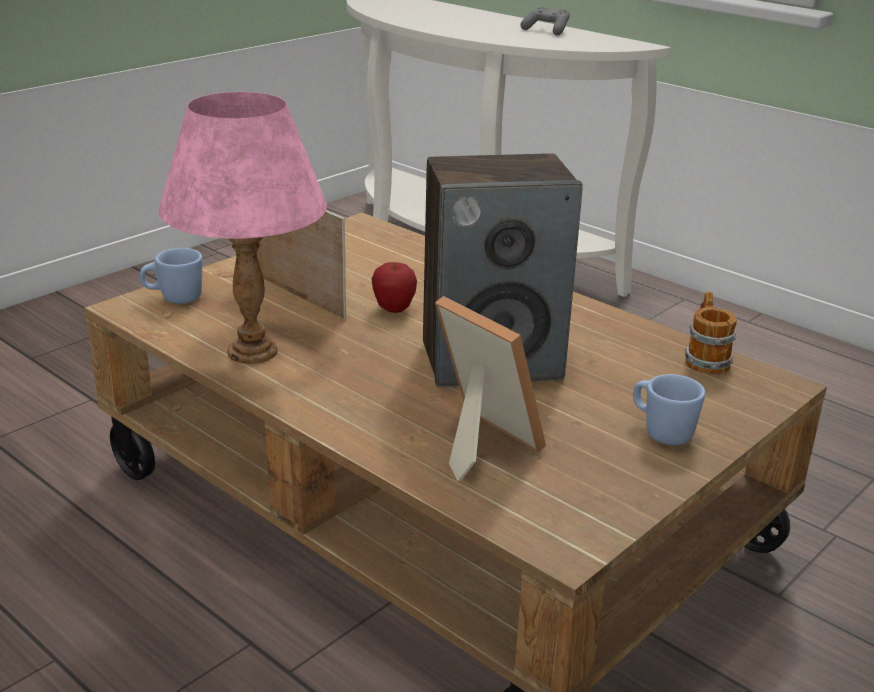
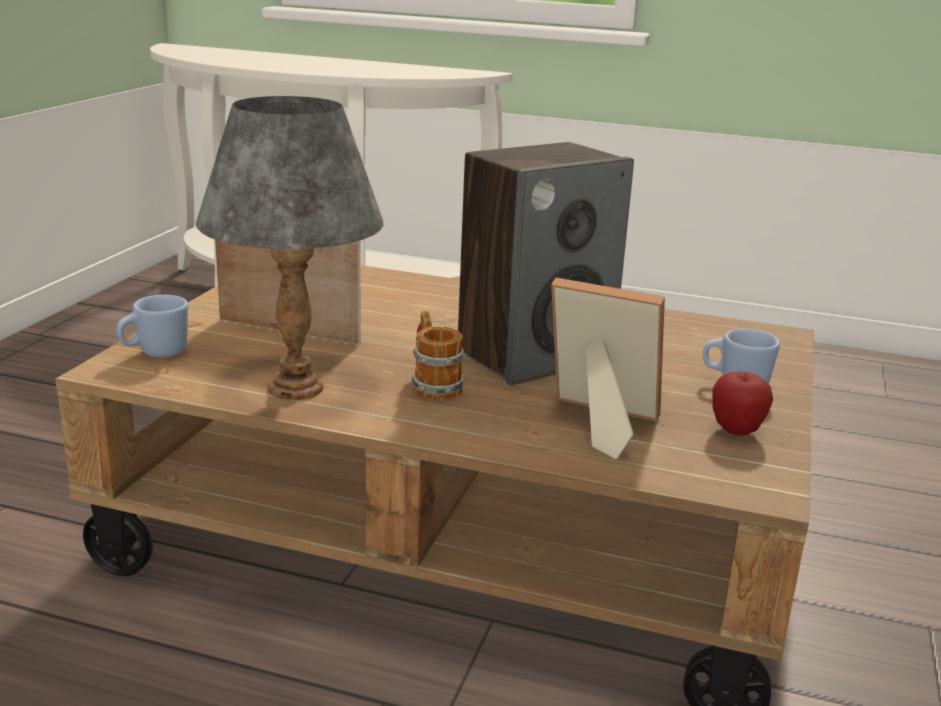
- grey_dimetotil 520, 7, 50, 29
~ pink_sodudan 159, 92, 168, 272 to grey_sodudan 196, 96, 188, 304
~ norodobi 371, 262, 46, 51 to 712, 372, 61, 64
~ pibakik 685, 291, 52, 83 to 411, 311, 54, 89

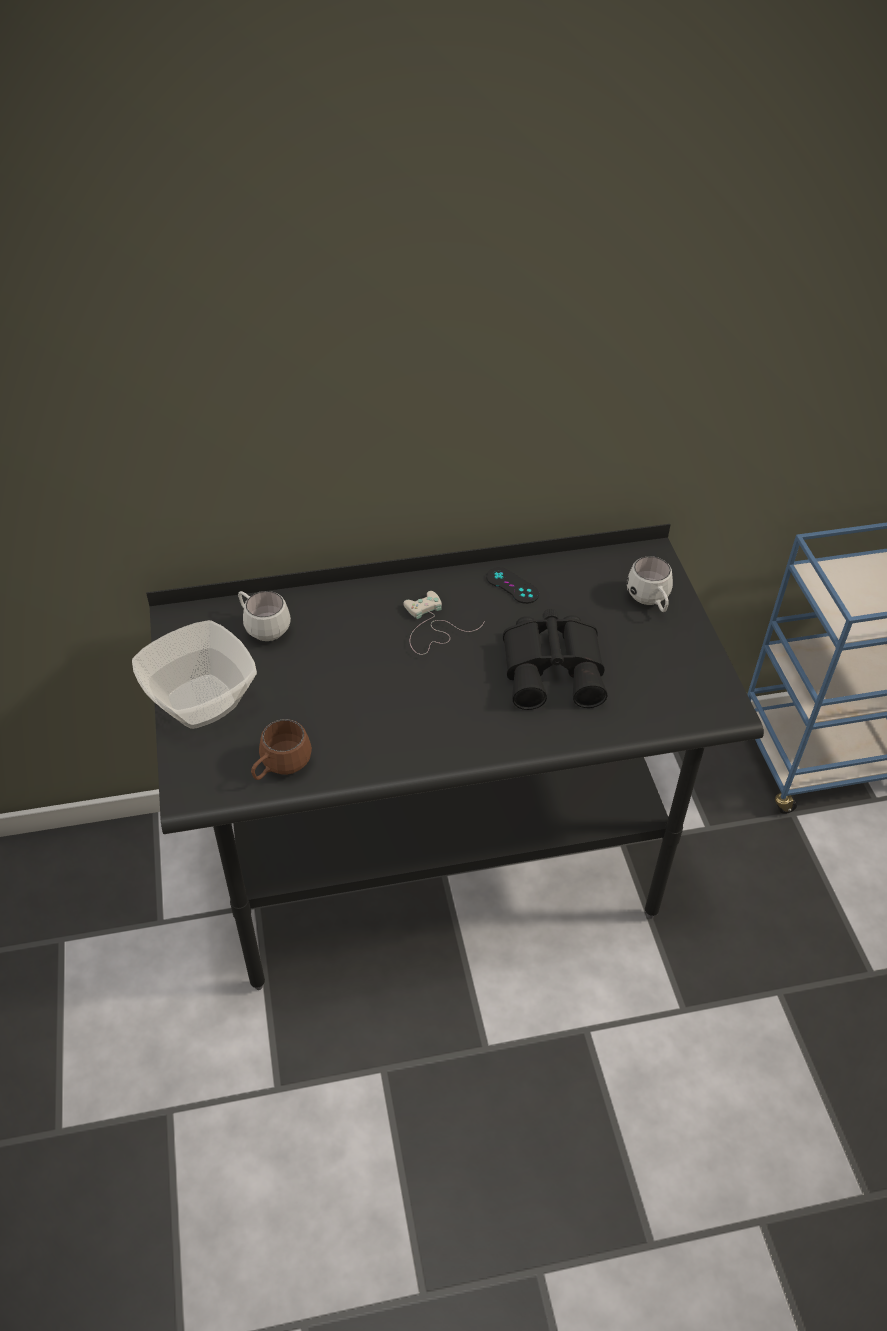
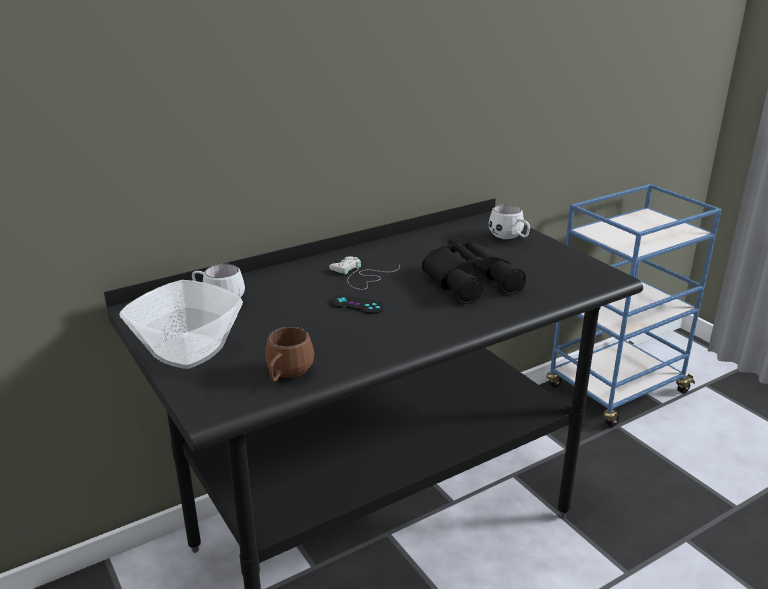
~ black_dimetotil 486, 567, 53, 37 to 330, 295, 55, 19

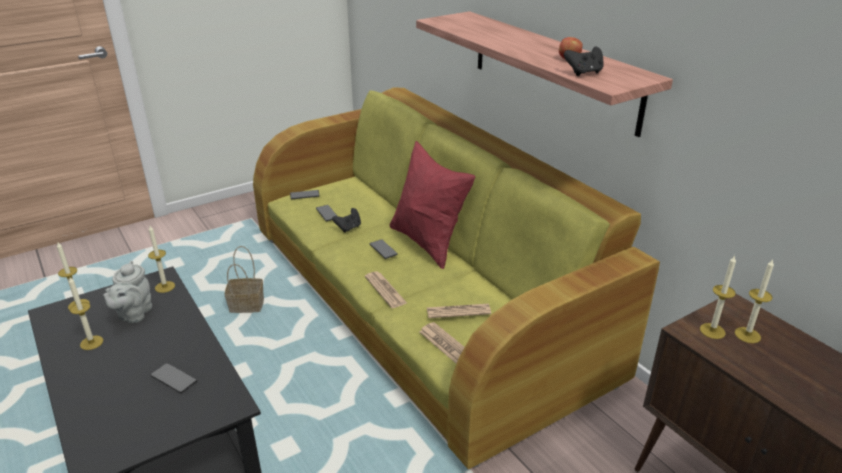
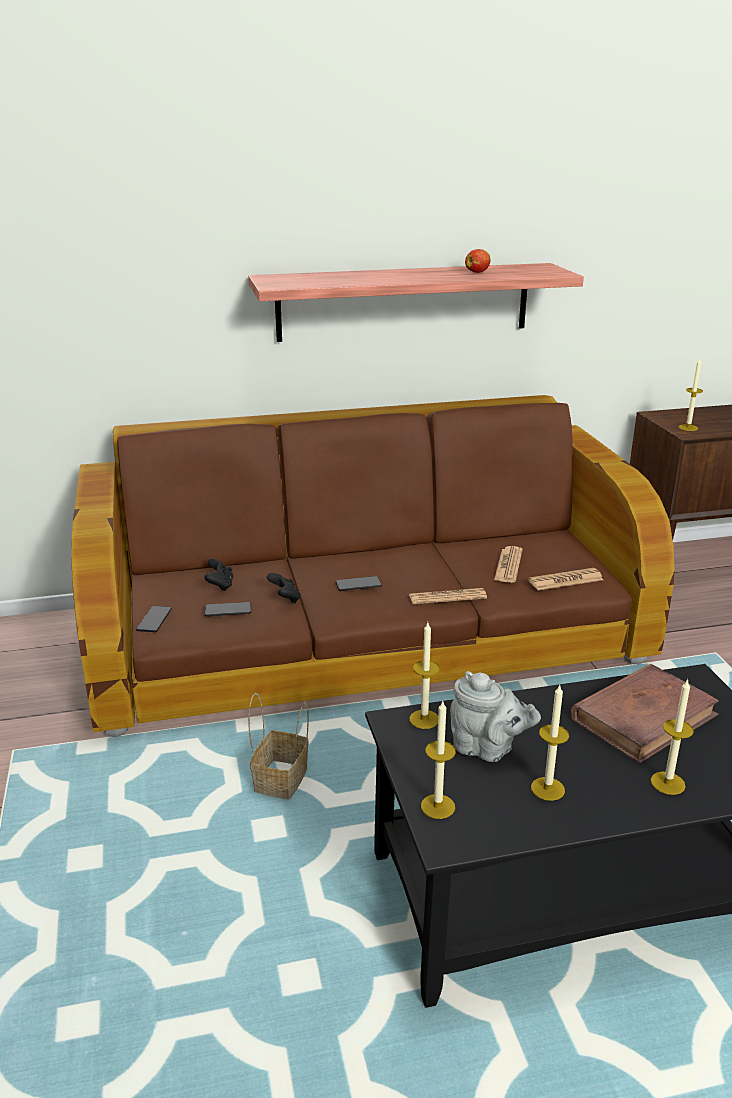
~ black_dimetotil 564, 46, 40, 30 to 204, 558, 29, 33
~ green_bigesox 253, 87, 407, 383 to brown_bigesox 72, 395, 603, 342
- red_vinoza 390, 141, 85, 128
~ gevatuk 734, 259, 40, 84 to 651, 679, 43, 116
~ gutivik 150, 363, 47, 30 to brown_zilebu 571, 664, 148, 99

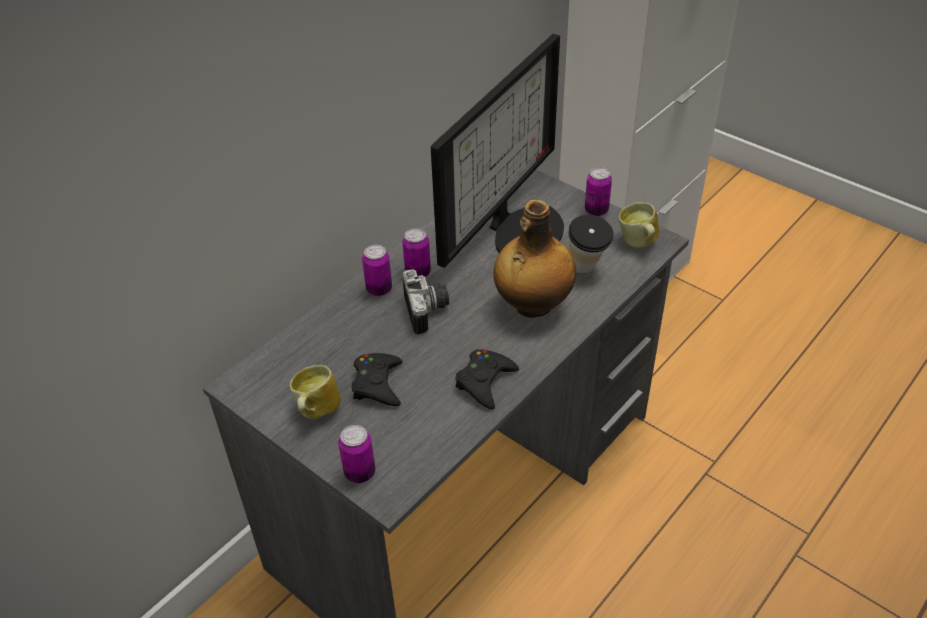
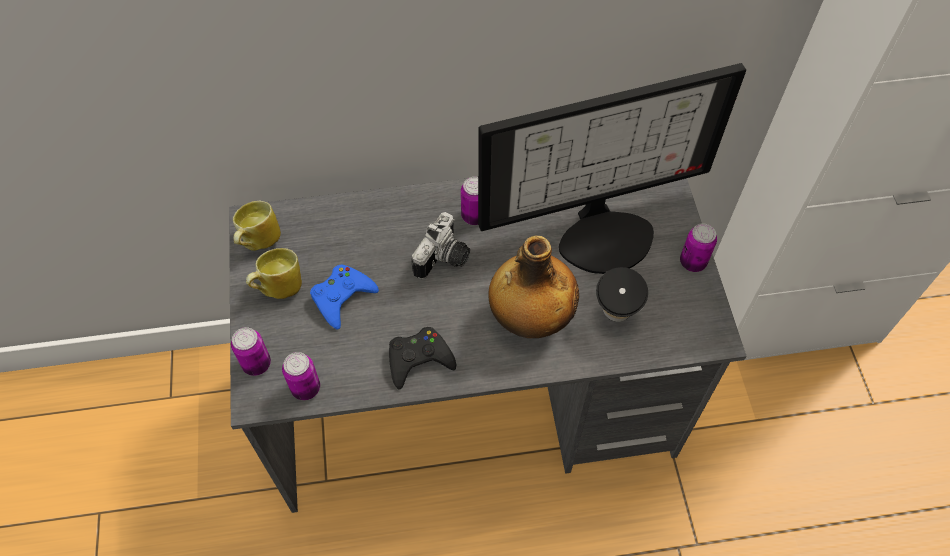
~ pibakik 618, 202, 41, 46 to 233, 201, 48, 50
~ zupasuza 362, 245, 30, 51 to 282, 352, 38, 48
~ black_dimetotil 351, 353, 52, 53 to blue_dimetotil 310, 265, 69, 65

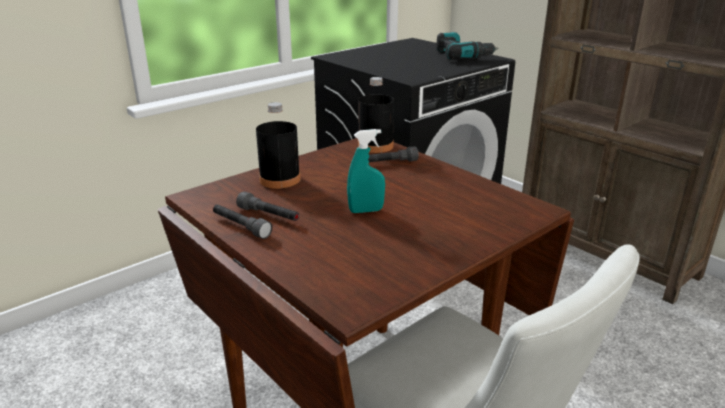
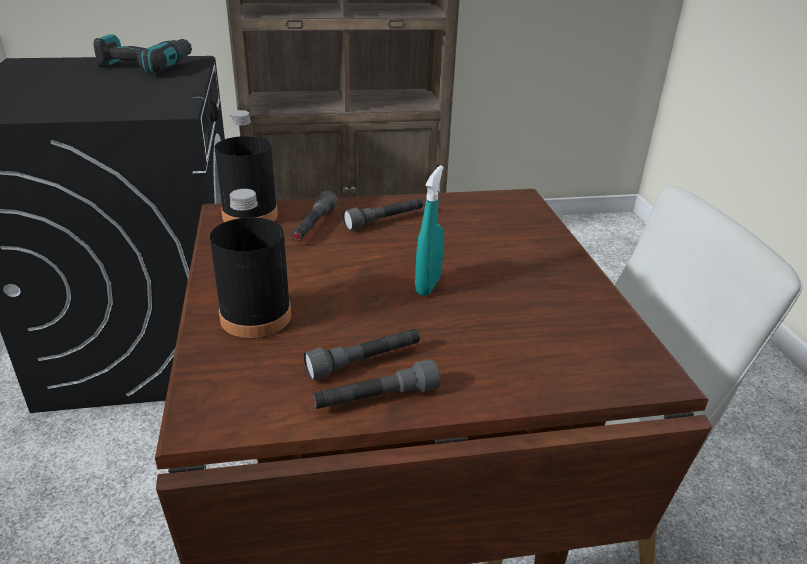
+ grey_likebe 343, 198, 80, 33

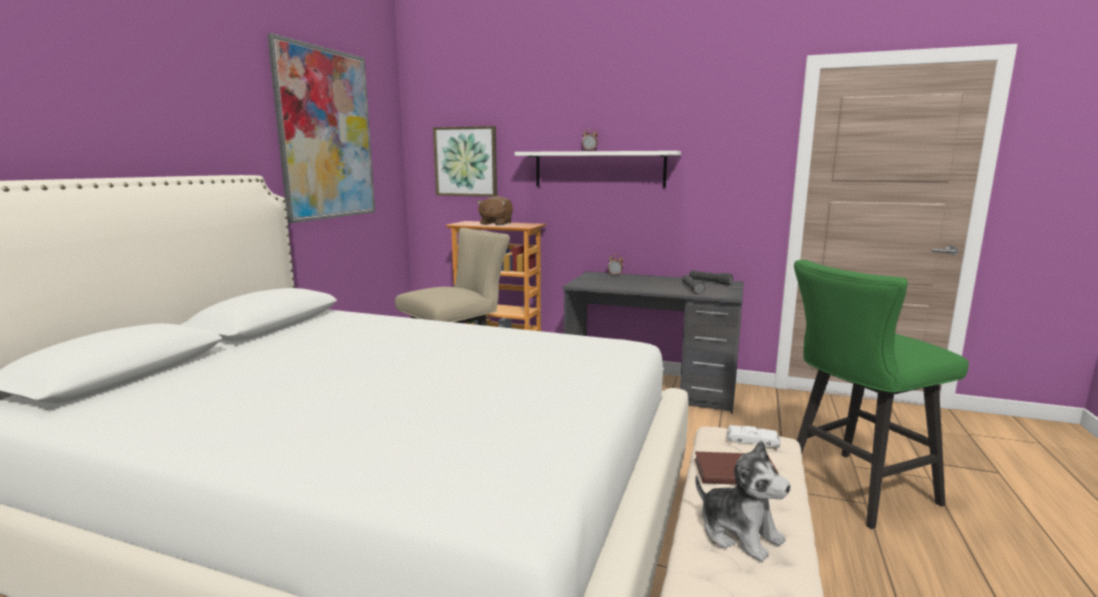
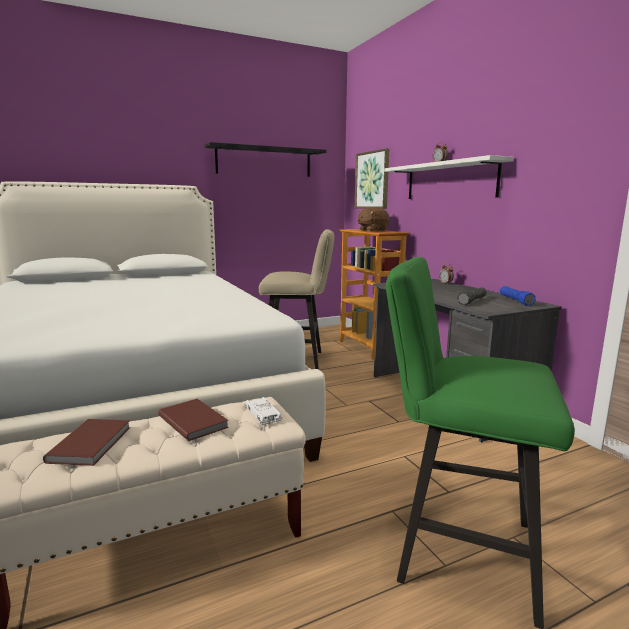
~ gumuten 267, 33, 108, 190 to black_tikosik 205, 142, 122, 35
~ black_likebe 689, 270, 44, 15 to blue_likebe 500, 286, 36, 20
~ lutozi 695, 440, 96, 122 to brown_zilebu 43, 419, 87, 47

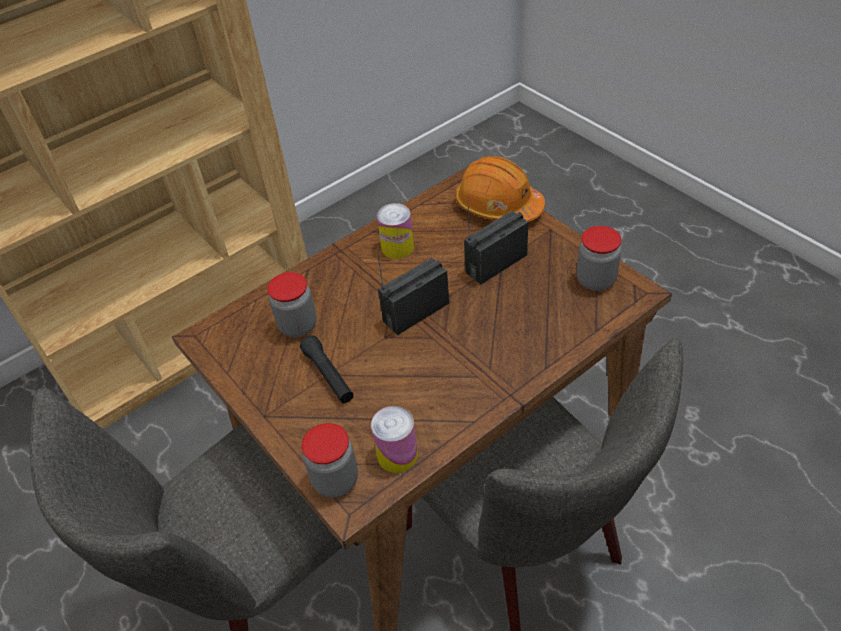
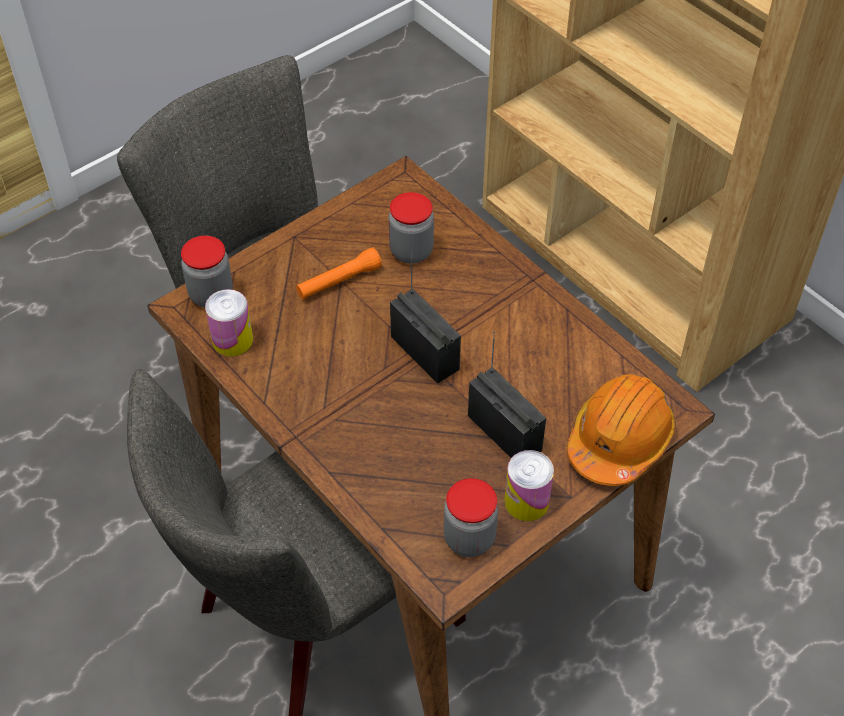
~ zupasuza 377, 203, 37, 56 to 504, 450, 50, 71
~ black_likebe 300, 336, 54, 67 to orange_likebe 296, 247, 86, 52

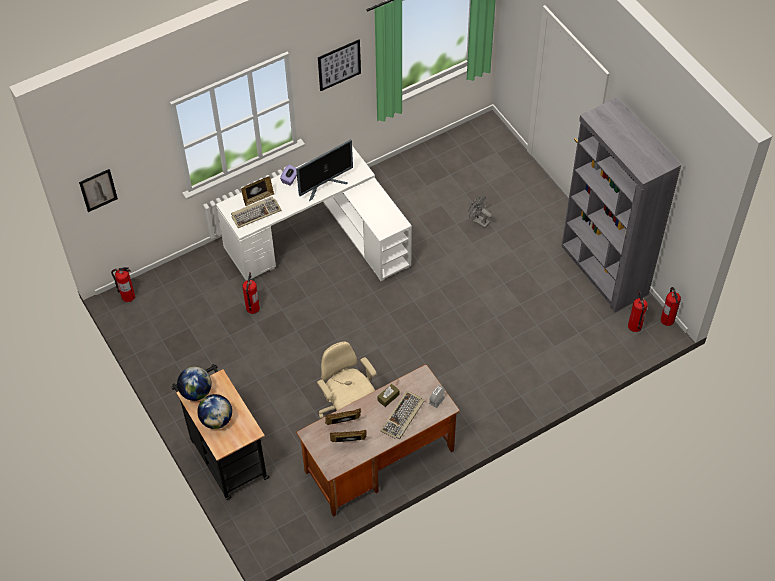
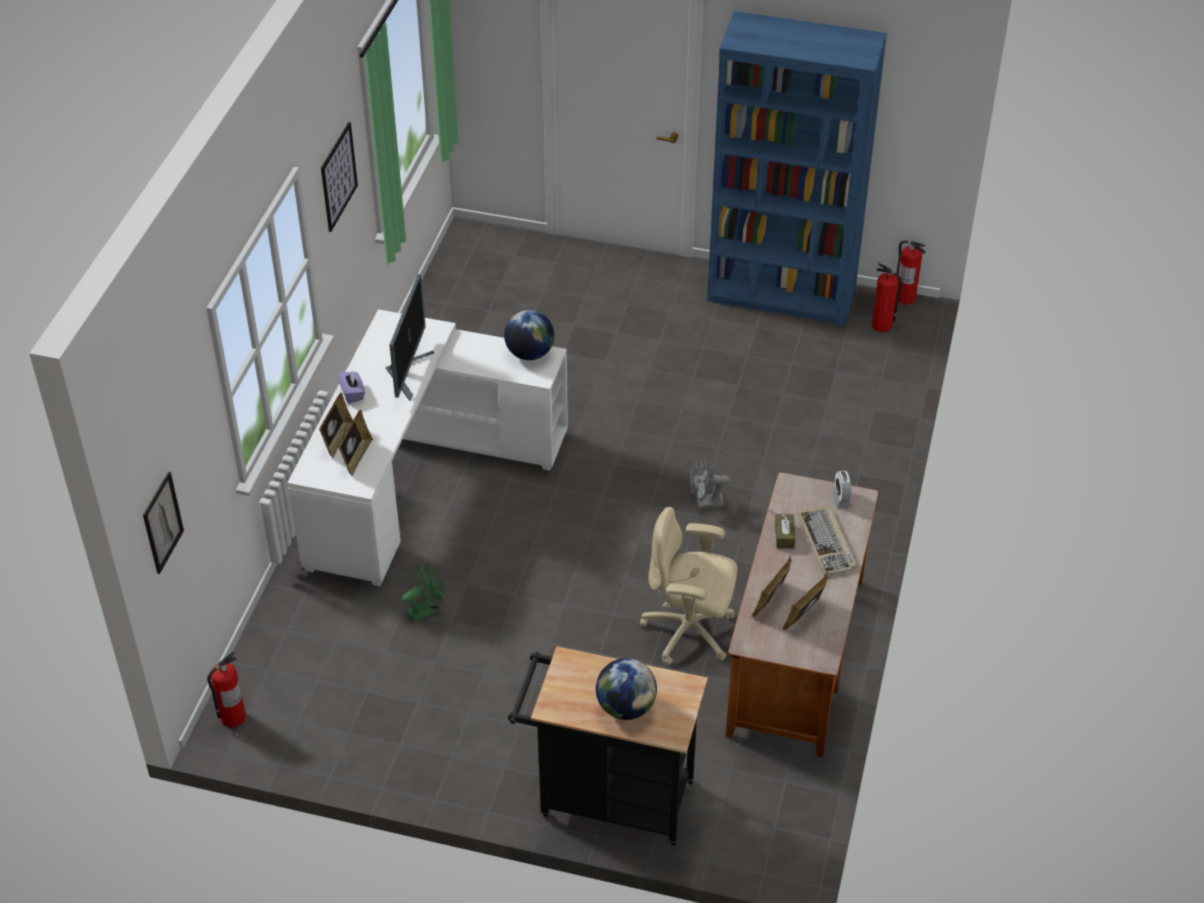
~ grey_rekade 561, 97, 120, 215 to blue_rekade 707, 11, 180, 315
~ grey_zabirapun 468, 196, 24, 32 to 690, 456, 41, 53
~ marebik 231, 197, 51, 31 to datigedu 339, 410, 34, 66
~ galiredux 242, 272, 18, 42 to green_zabirapun 402, 563, 43, 60
~ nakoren 177, 367, 35, 34 to 504, 310, 50, 50

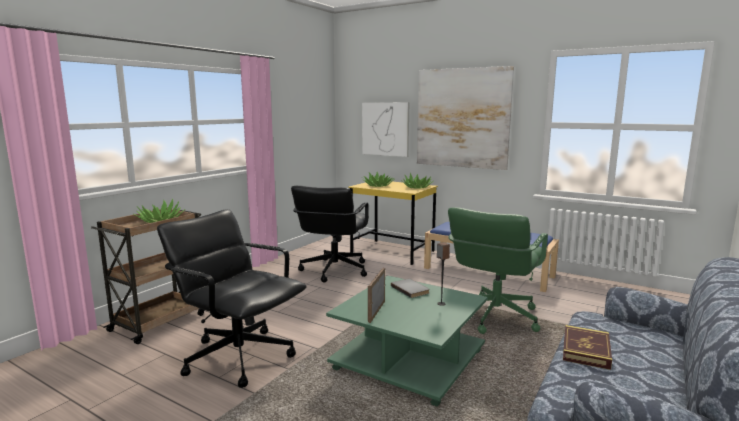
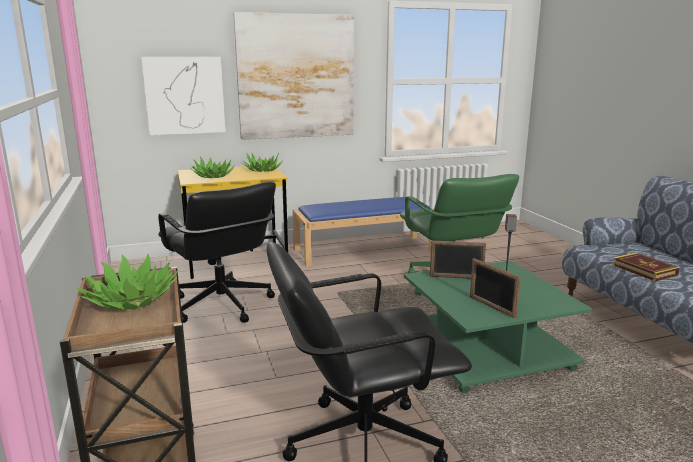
~ grey_zilebu 391, 278, 39, 20 to datigedu 430, 240, 56, 39

